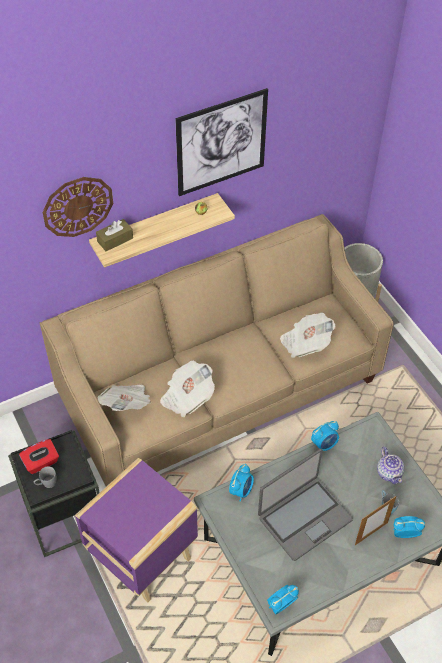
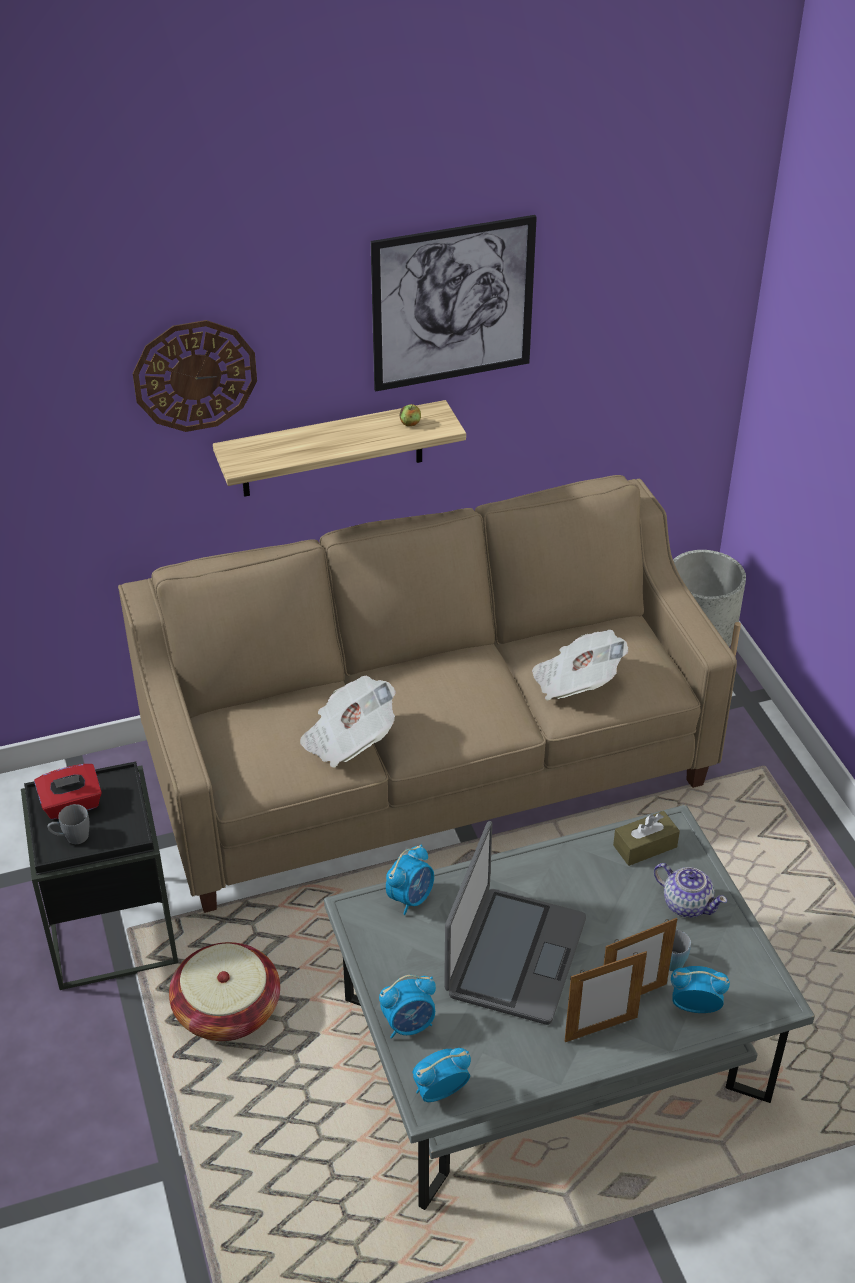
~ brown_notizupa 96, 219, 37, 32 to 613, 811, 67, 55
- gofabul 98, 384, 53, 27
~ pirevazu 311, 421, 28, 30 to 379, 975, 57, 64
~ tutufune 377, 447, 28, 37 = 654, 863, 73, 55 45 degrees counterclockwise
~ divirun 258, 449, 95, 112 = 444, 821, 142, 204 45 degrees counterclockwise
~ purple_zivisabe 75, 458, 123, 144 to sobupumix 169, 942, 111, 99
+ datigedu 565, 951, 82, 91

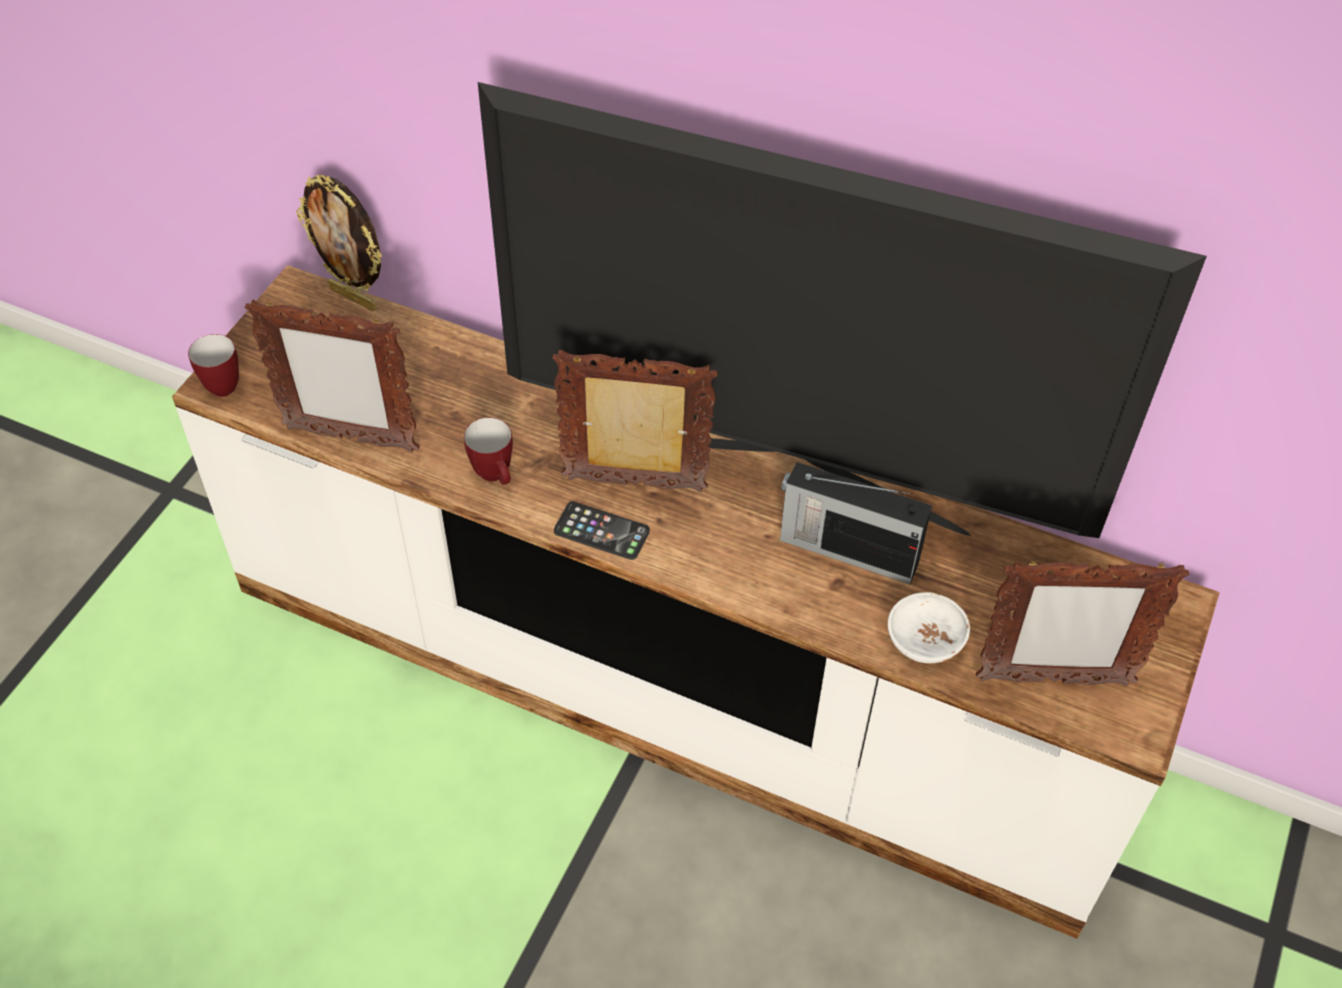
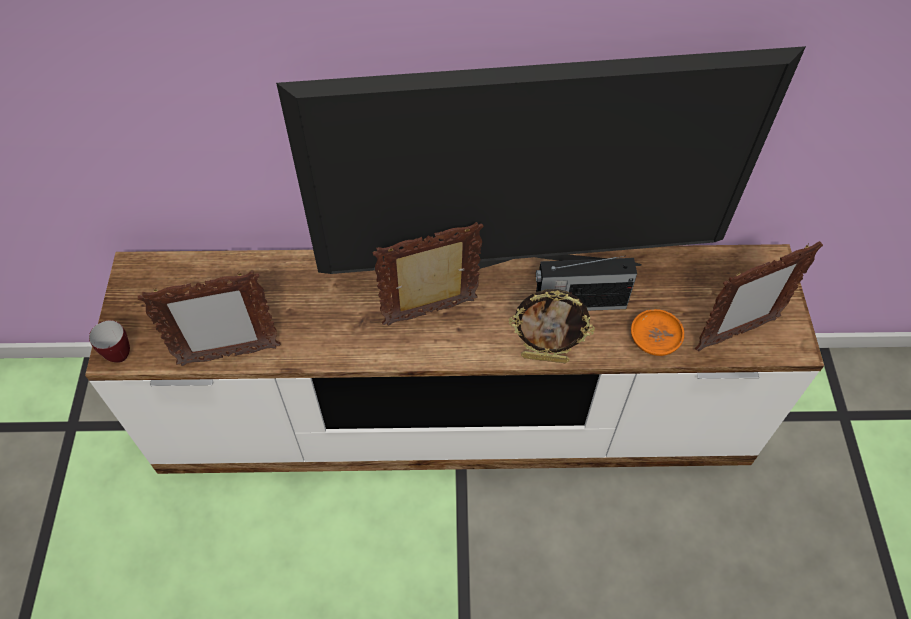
~ datigedu 296, 175, 86, 136 to 509, 289, 86, 74
- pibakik 464, 417, 49, 68
- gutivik 554, 502, 96, 58
~ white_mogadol 888, 592, 82, 71 to orange_mogadol 631, 309, 53, 47

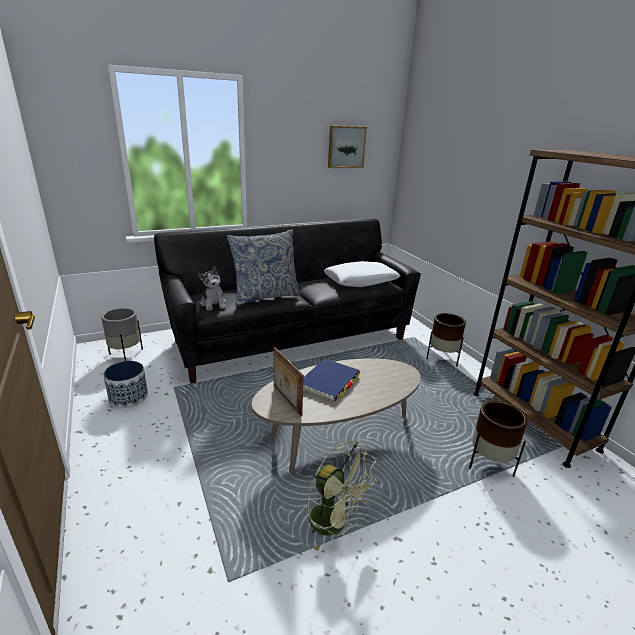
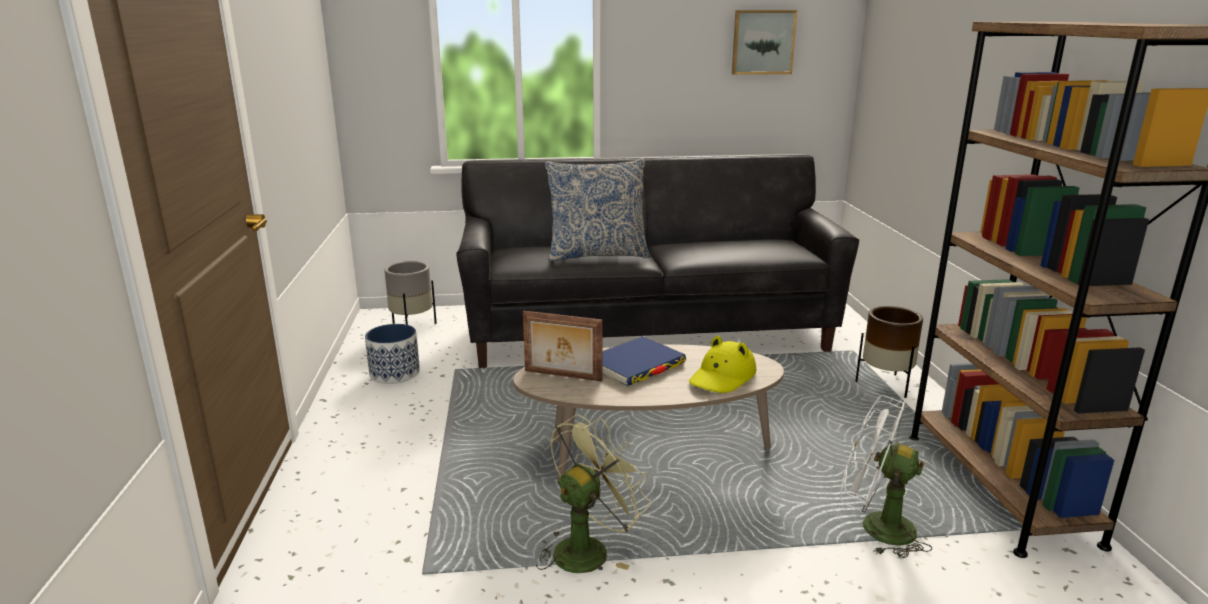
- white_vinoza 324, 261, 77, 26
- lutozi 198, 266, 28, 45
~ datigedu 274, 347, 30, 69 = 523, 311, 79, 70 60 degrees counterclockwise
~ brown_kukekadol 469, 400, 59, 77 to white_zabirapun 840, 395, 92, 163
~ green_zabirapun 308, 441, 69, 110 = 536, 414, 115, 159 105 degrees counterclockwise
+ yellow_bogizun 689, 336, 67, 57

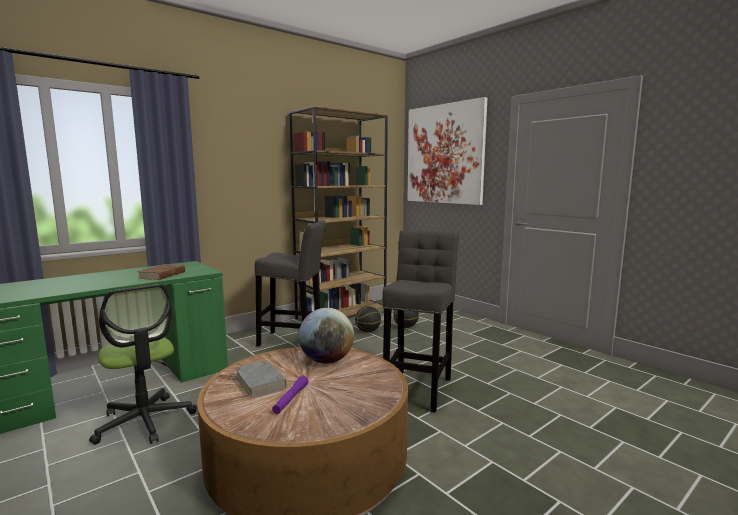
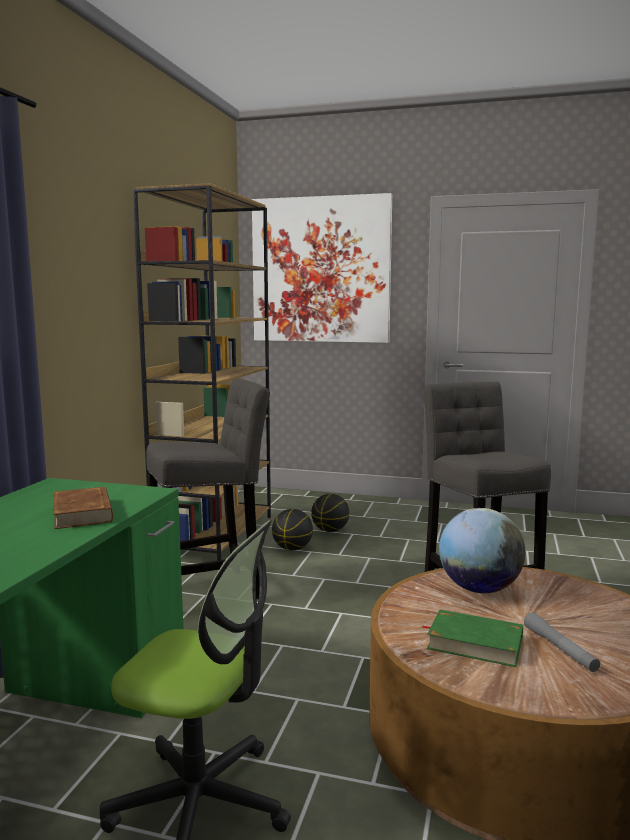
~ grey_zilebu 235, 360, 52, 38 to green_zilebu 422, 609, 101, 58
~ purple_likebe 272, 375, 37, 39 to grey_likebe 524, 612, 76, 60

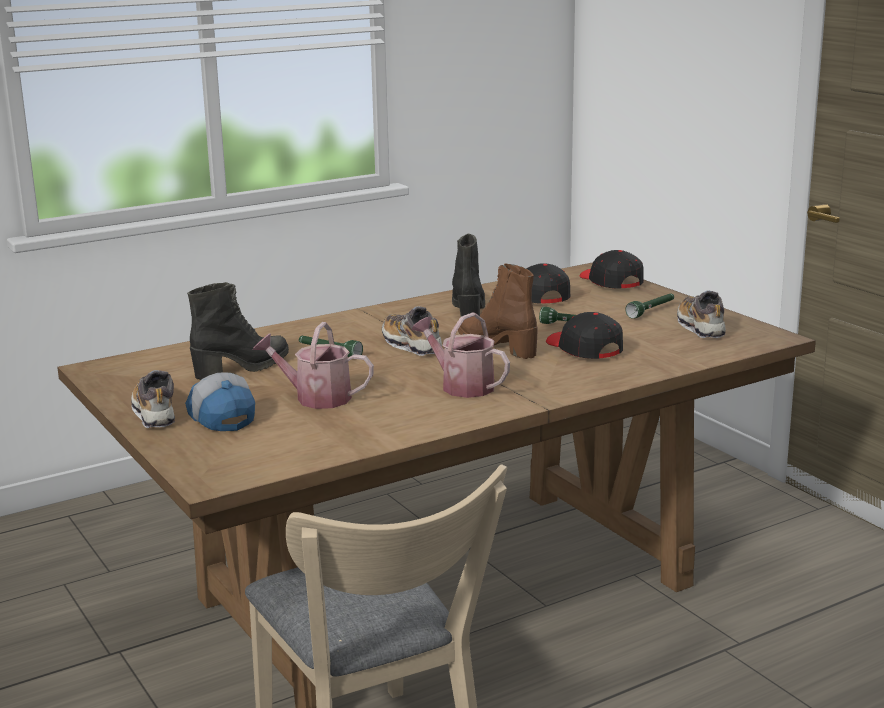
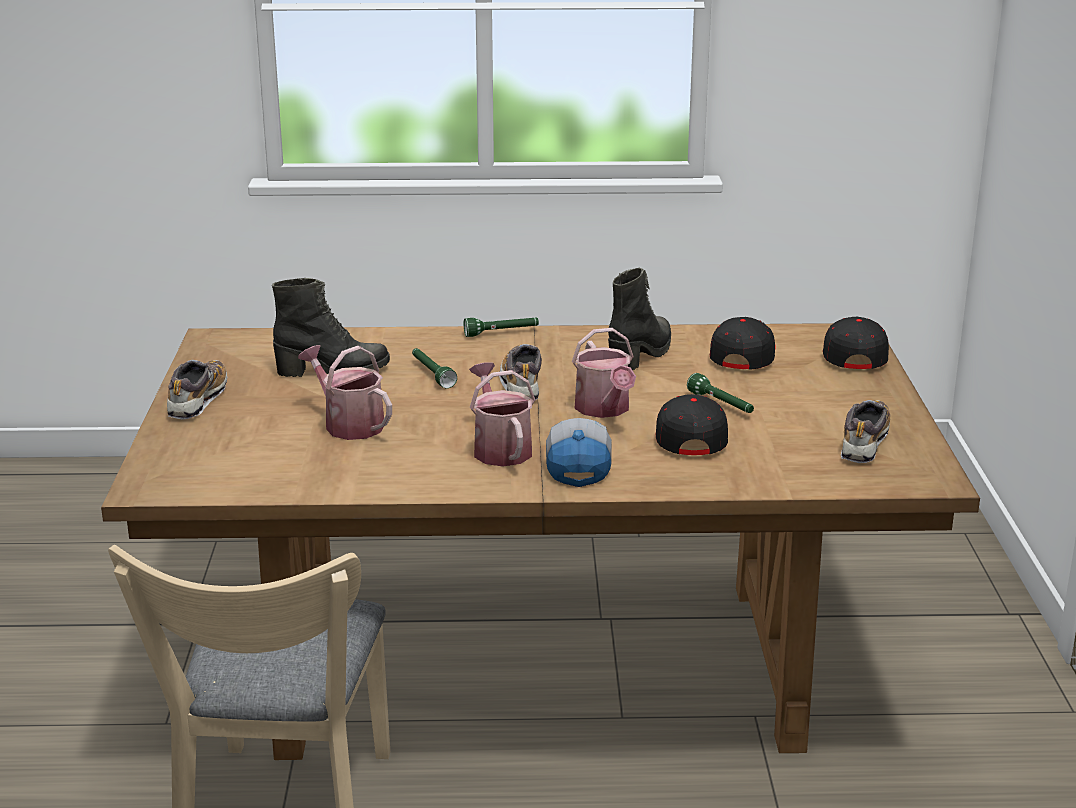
~ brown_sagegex 458, 263, 80, 96 to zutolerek 572, 328, 64, 90
~ green_likebe 625, 293, 49, 26 to 464, 318, 75, 19
~ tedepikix 185, 372, 70, 59 to 546, 418, 66, 69

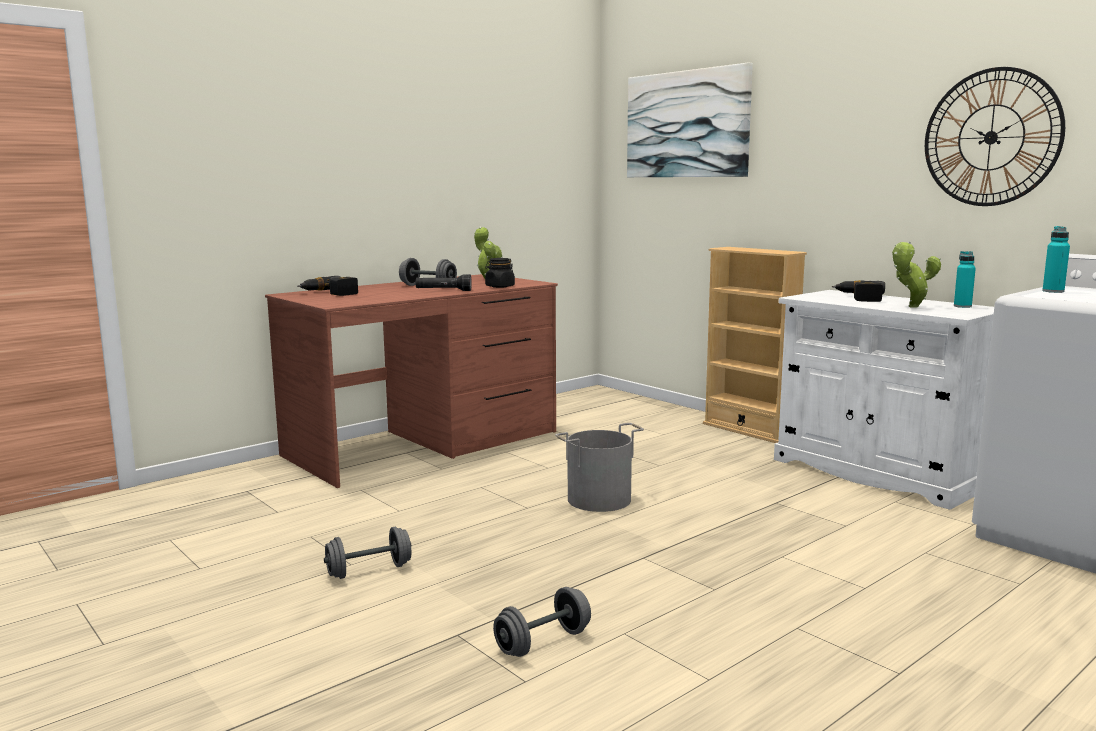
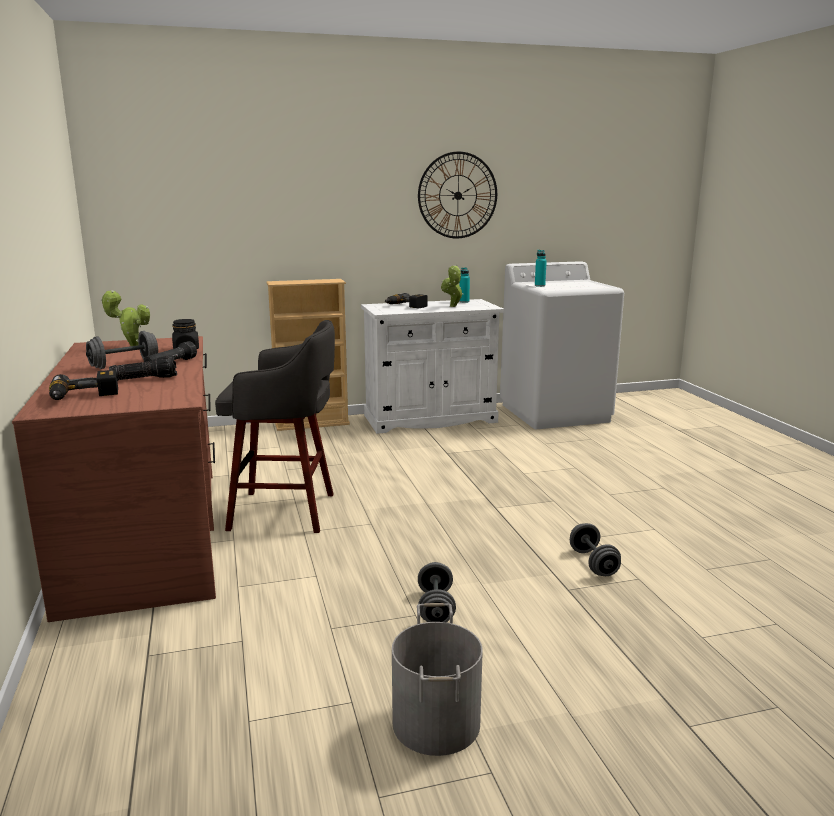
- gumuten 627, 62, 126, 115
~ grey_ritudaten 555, 423, 89, 89 to 392, 603, 91, 153
+ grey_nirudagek 215, 320, 120, 213
+ likebe 109, 356, 68, 25

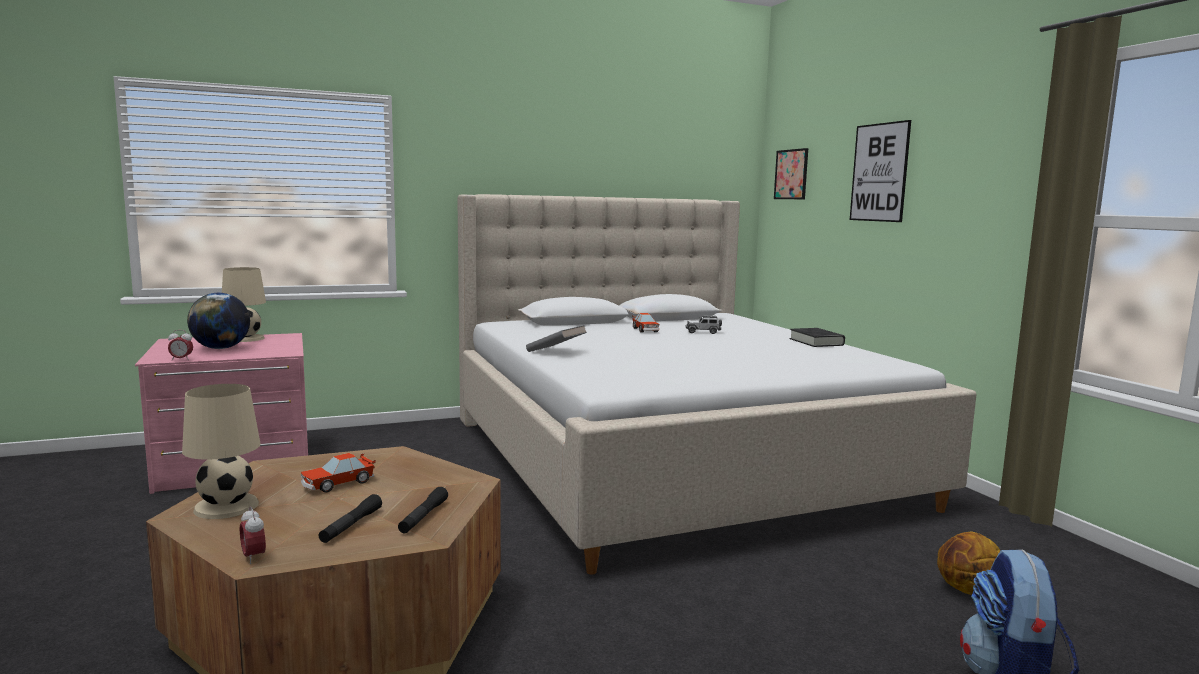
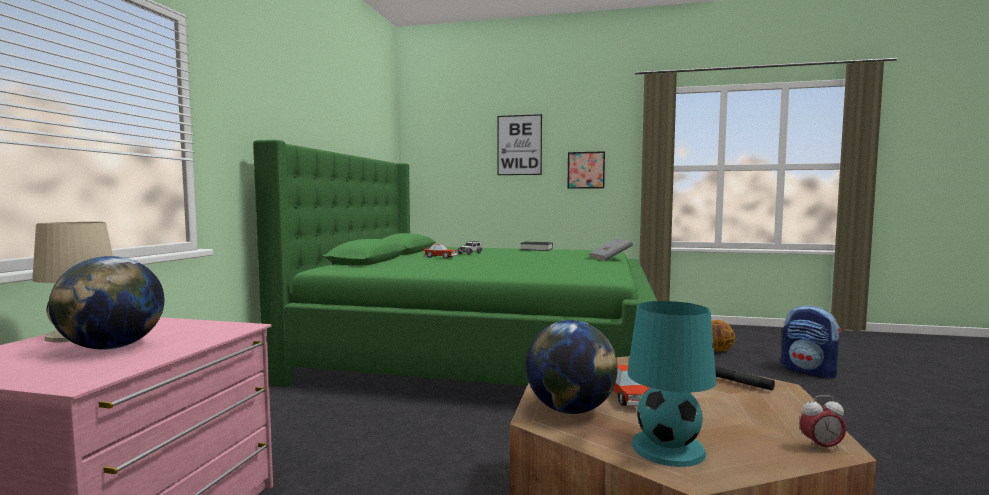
~ gumuten 774, 148, 34, 51 to 567, 151, 38, 38
~ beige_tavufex 457, 194, 519, 381 to green_tavufex 253, 140, 404, 246
~ grey_zilebu 526, 325, 61, 27 to 590, 239, 43, 22
- pirevazu 168, 330, 25, 31
~ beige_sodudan 182, 384, 79, 135 to turquoise_sodudan 628, 301, 88, 166
- black_likebe 319, 494, 63, 49
+ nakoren 526, 320, 92, 94

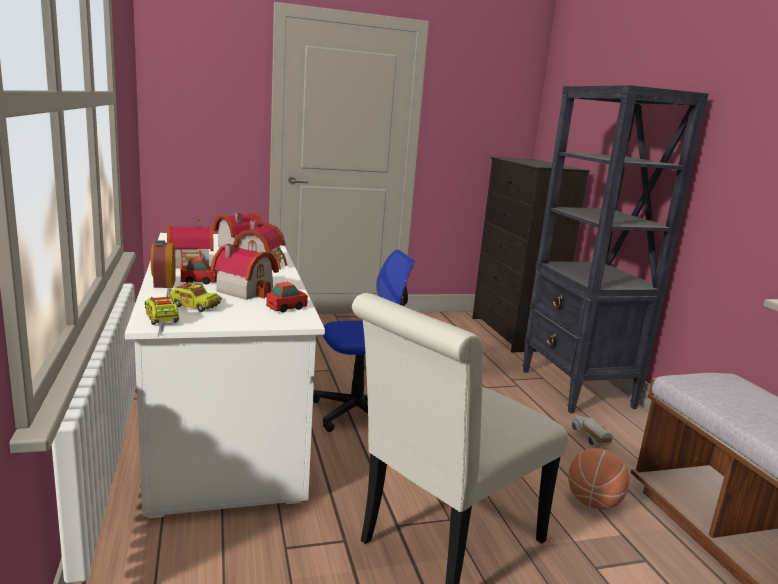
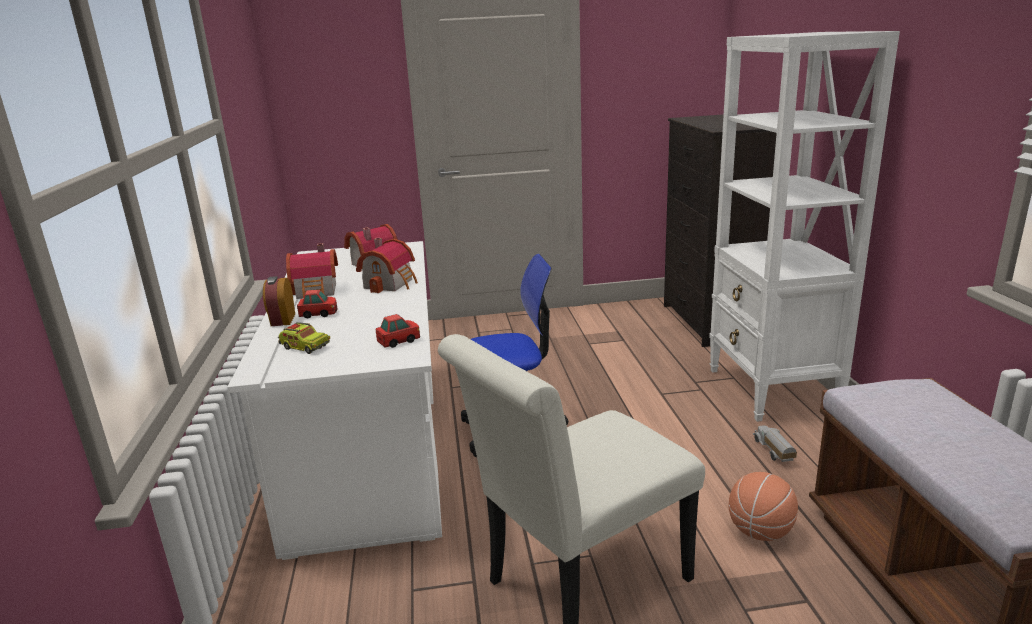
~ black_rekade 522, 85, 187, 329 to white_rekade 709, 31, 191, 391
- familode 211, 244, 68, 56
- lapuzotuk 145, 291, 34, 34

